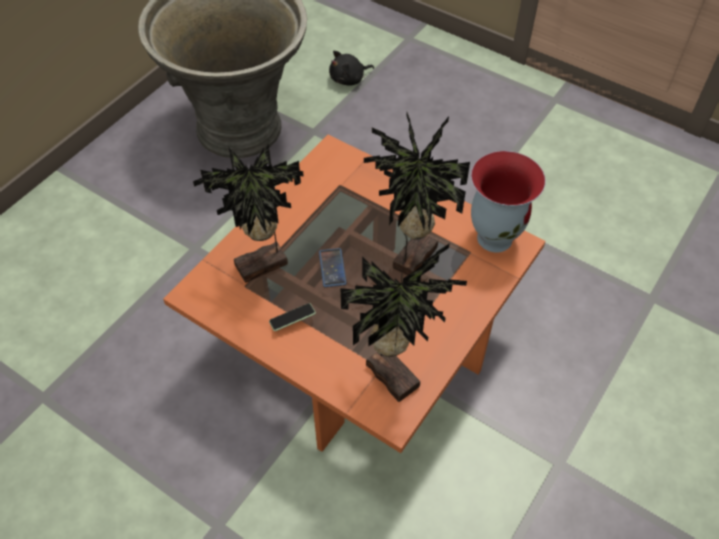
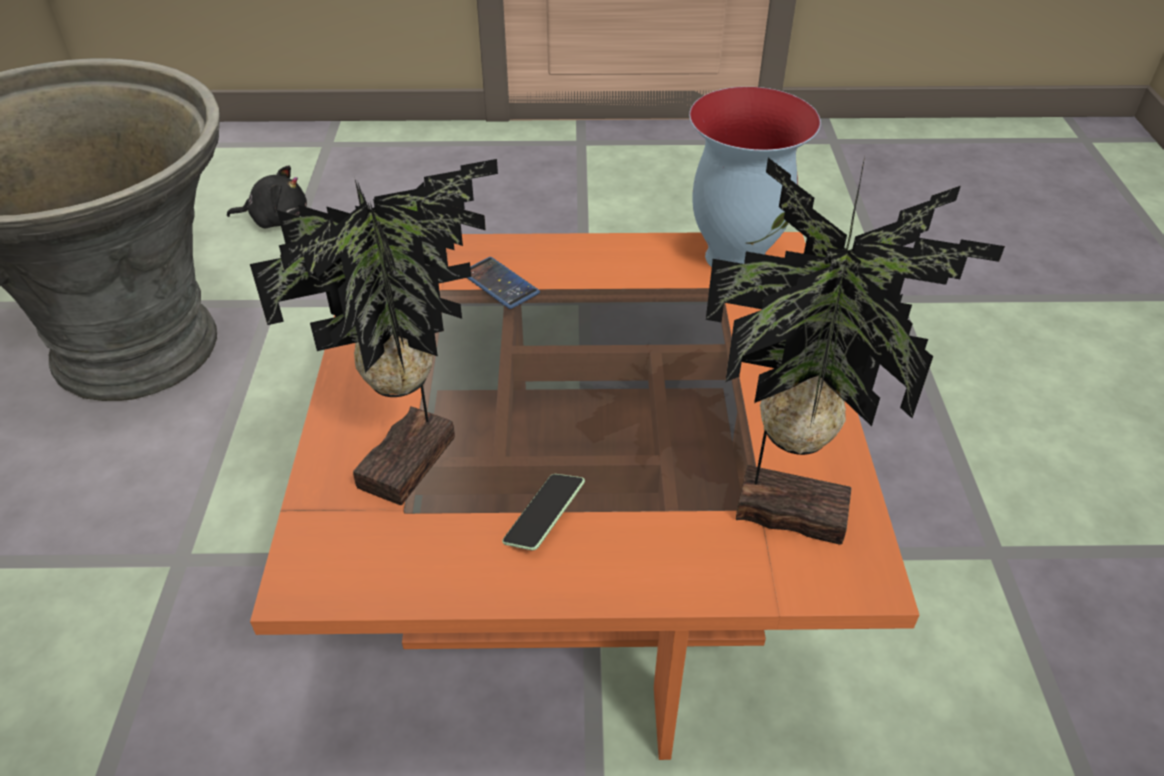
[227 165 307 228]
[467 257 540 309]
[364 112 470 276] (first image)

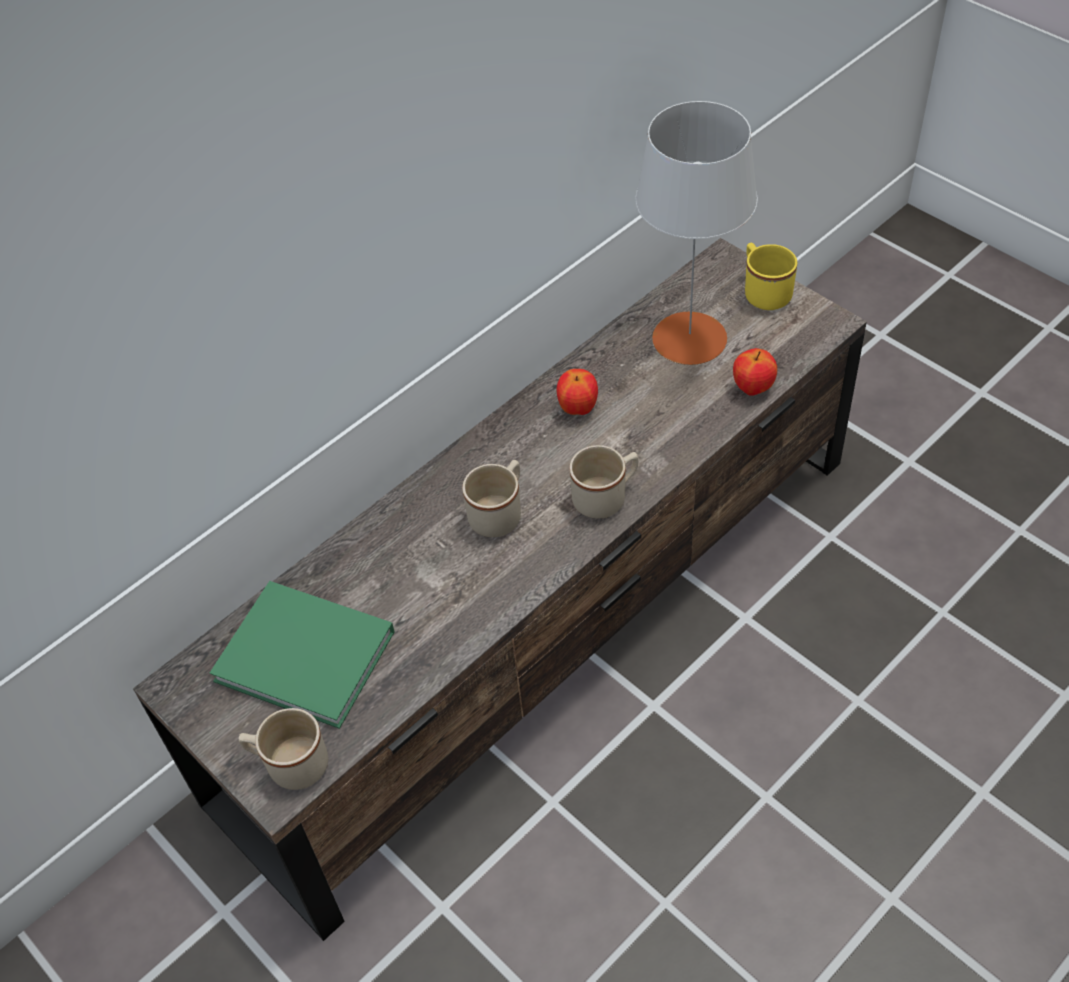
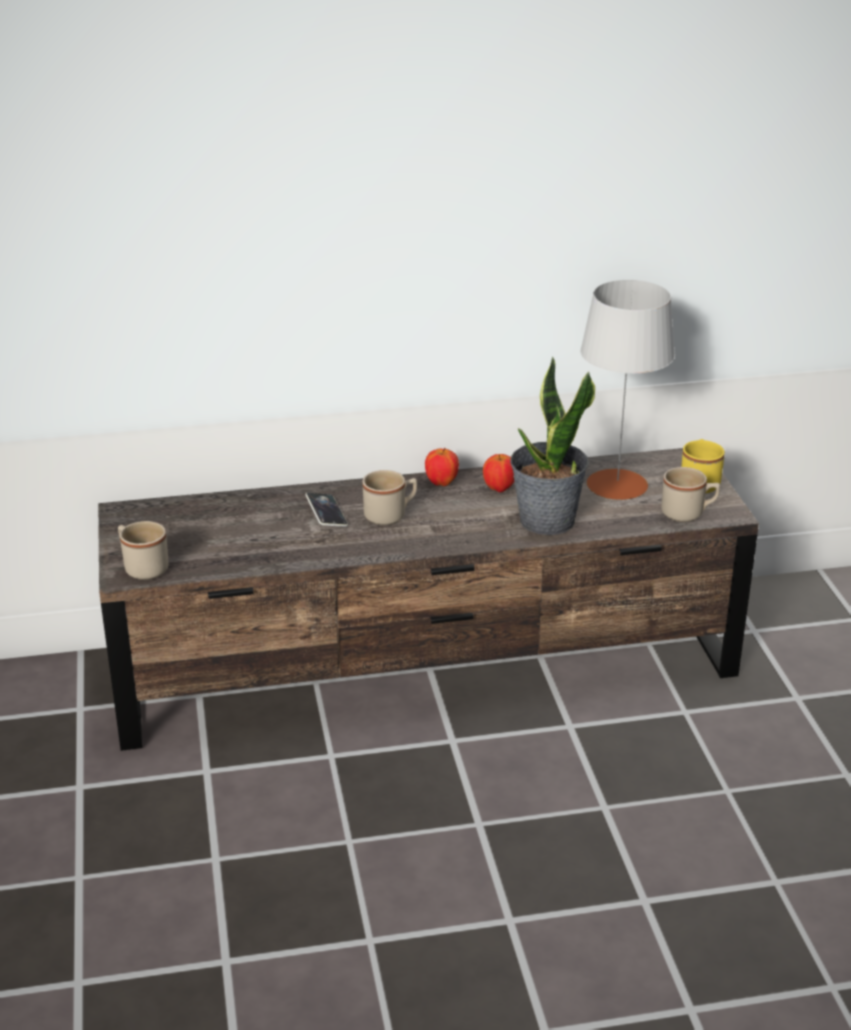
[305 493 348 527]
[425 448 459 486]
[510 356 595 535]
[661 467 720 522]
[210 581 395 729] (first image)

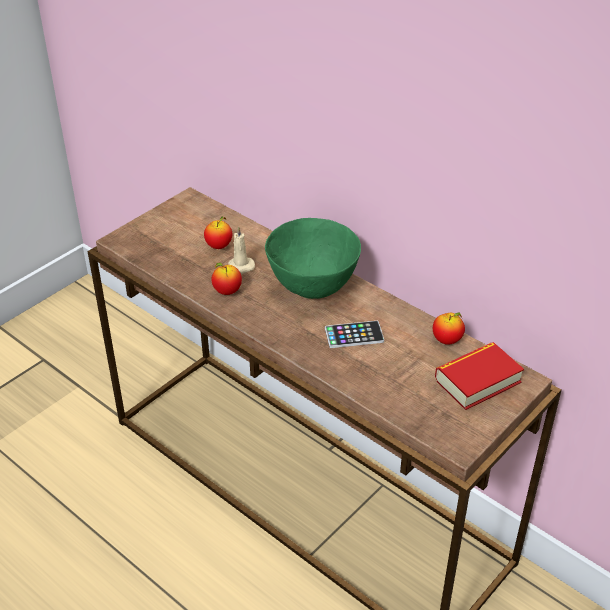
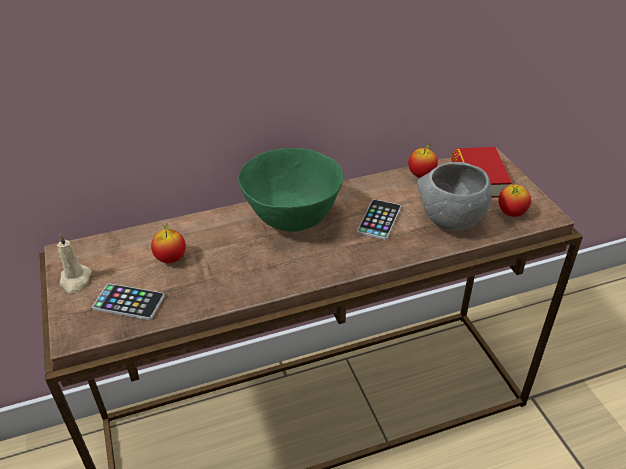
[57 234 92 293]
[92 283 165 320]
[417 162 492 231]
[498 184 531 217]

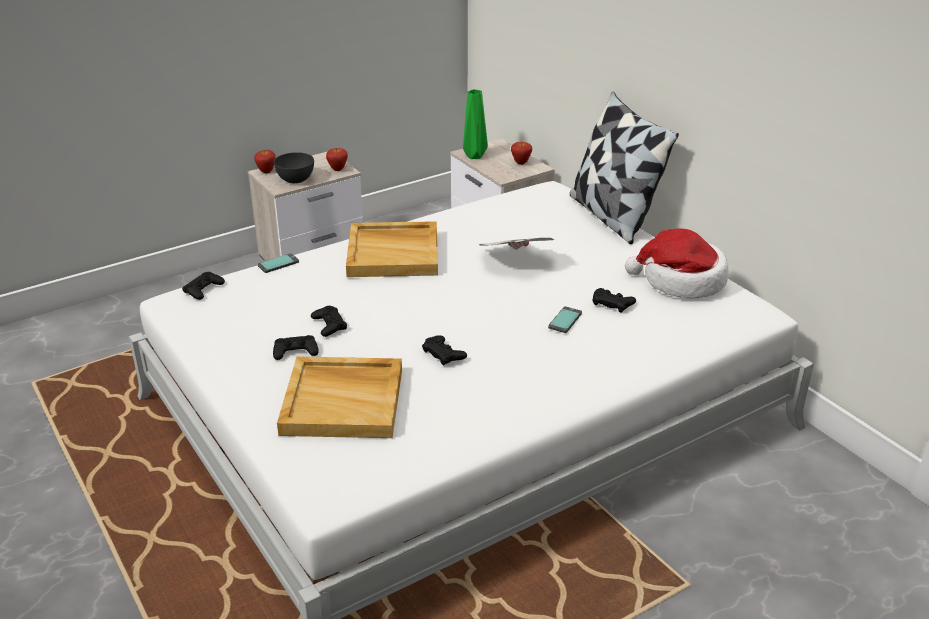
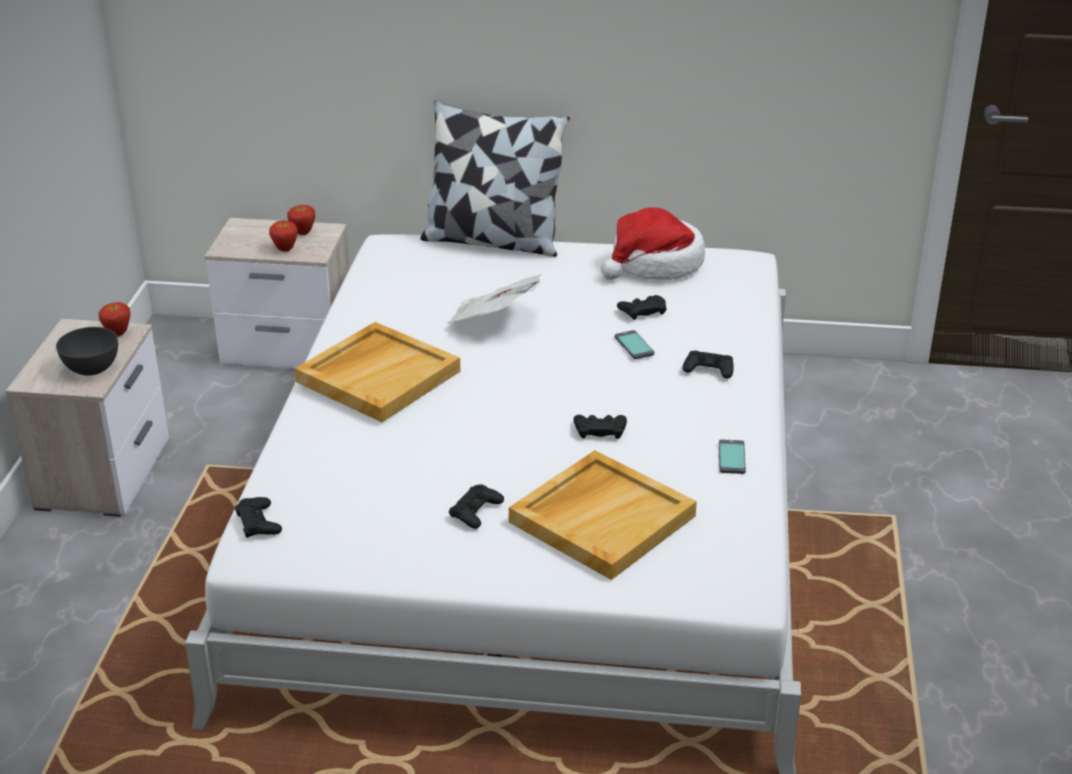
[269 221 298 252]
[682 351 733 378]
[719 439 746 474]
[463 89 488 159] (first image)

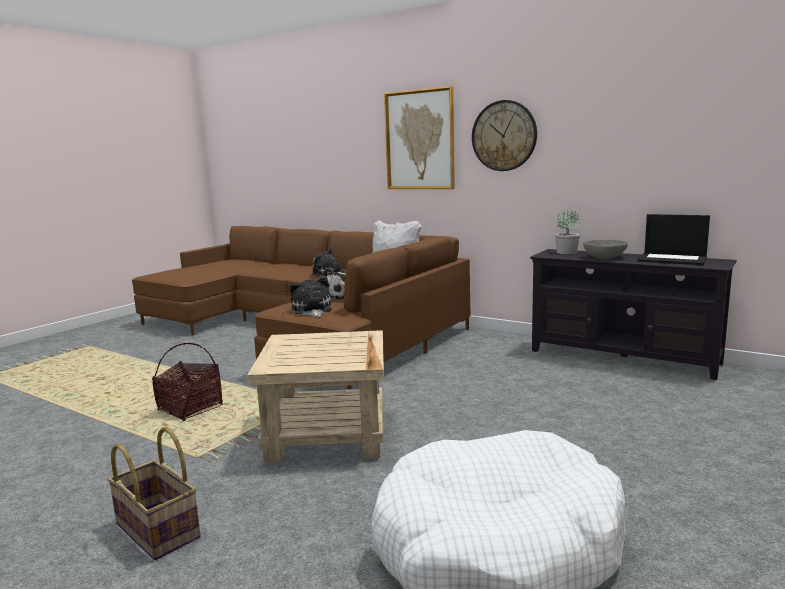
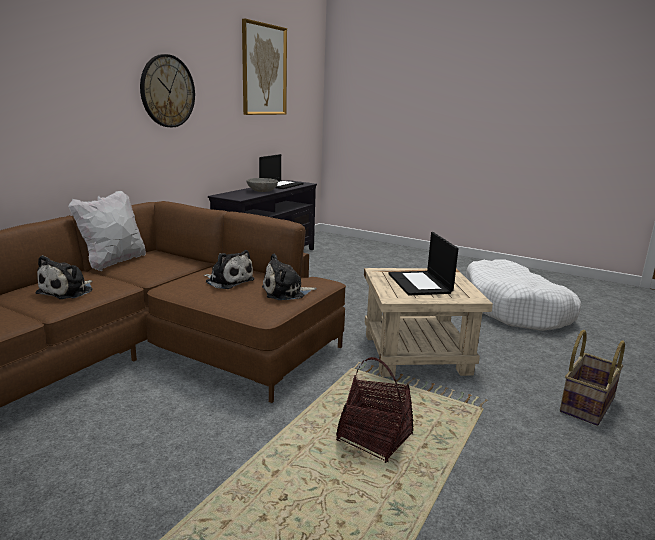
[242 19 287 115]
[388 232 458 295]
[555 210 580 254] (first image)

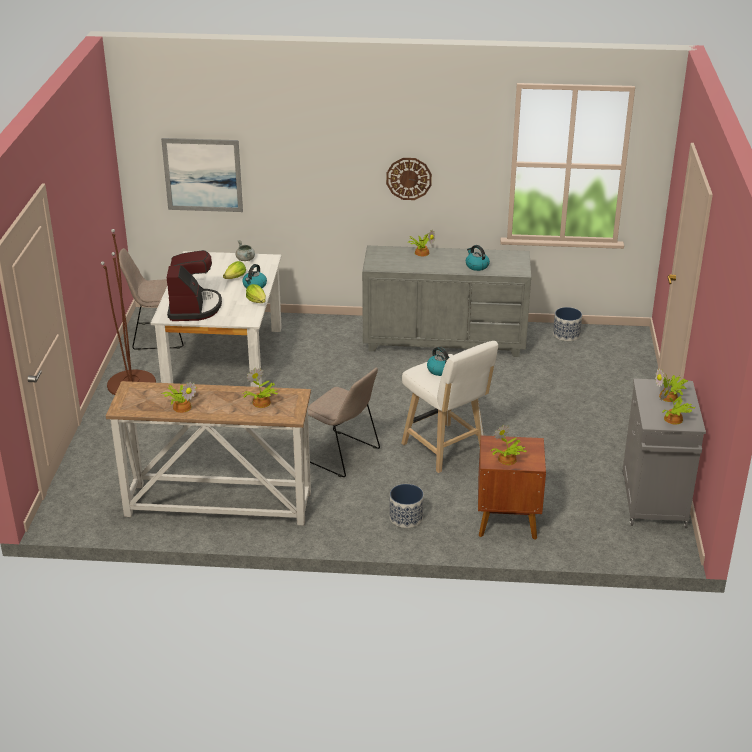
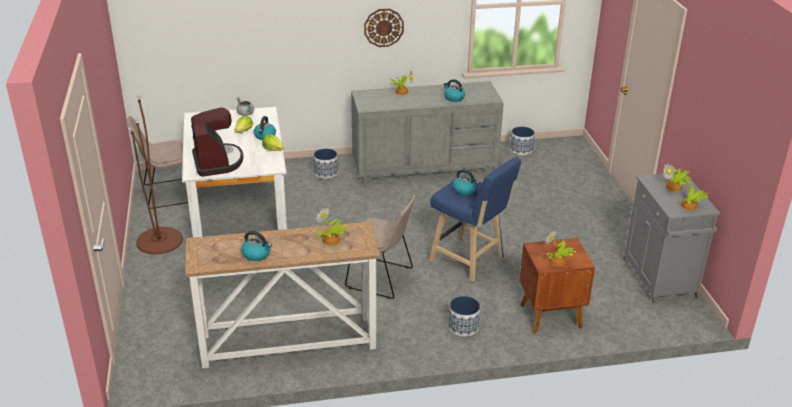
[241 231 272 261]
[313 148 338 179]
[429 157 521 282]
[161 138 243 212] (first image)

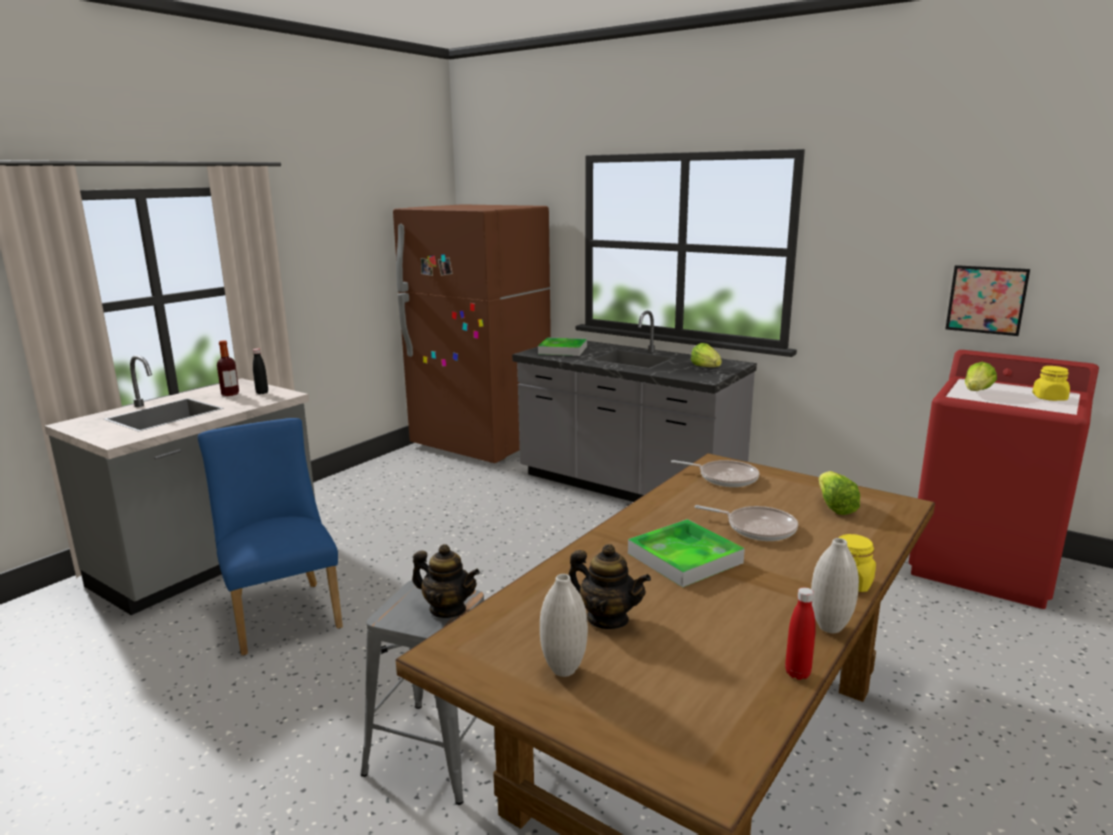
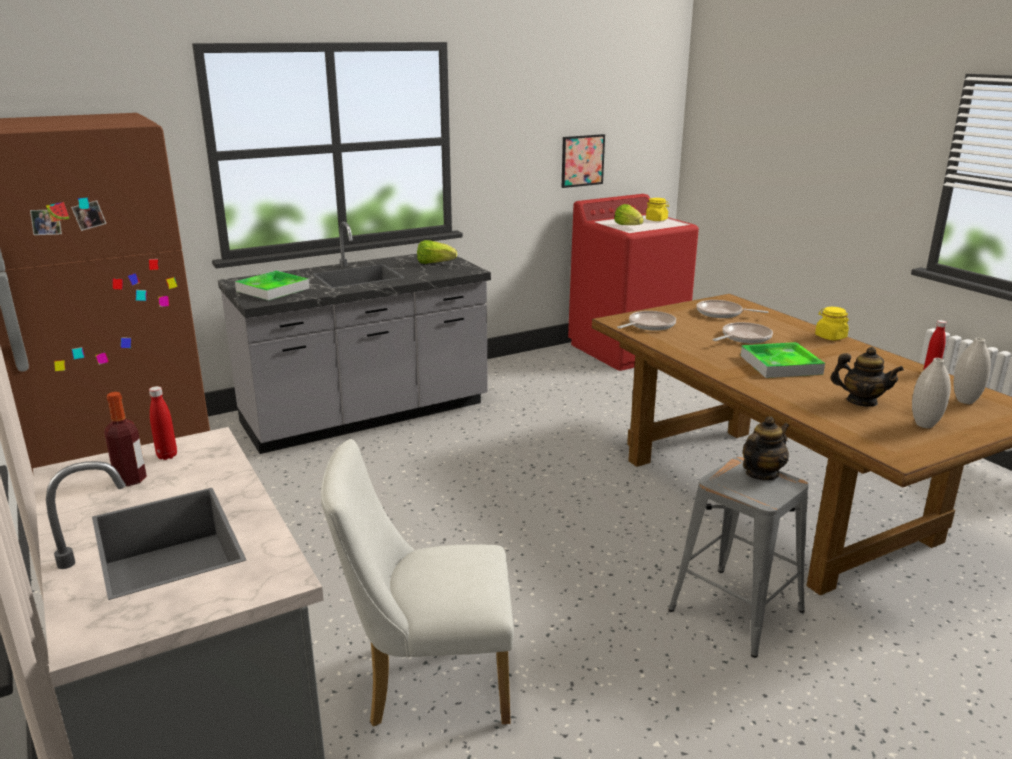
[149 386 177 460]
[321 439 514 726]
[696 300 768 318]
[830 347 904 407]
[953 338 991 404]

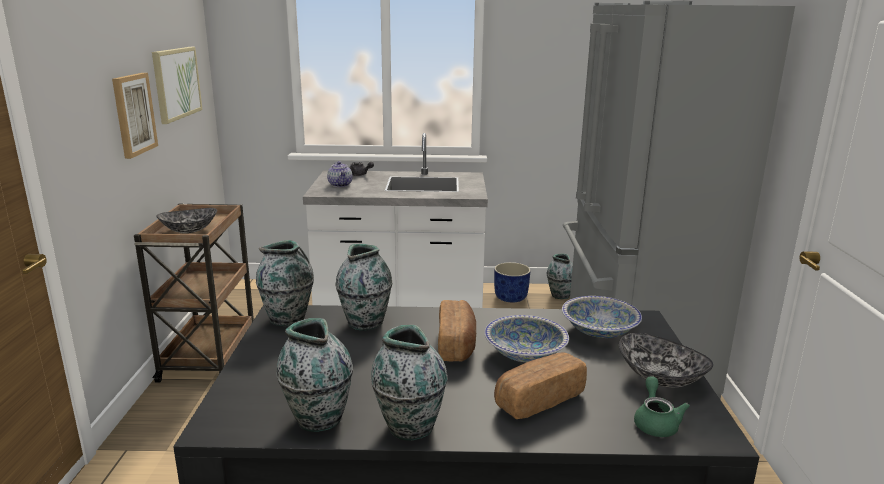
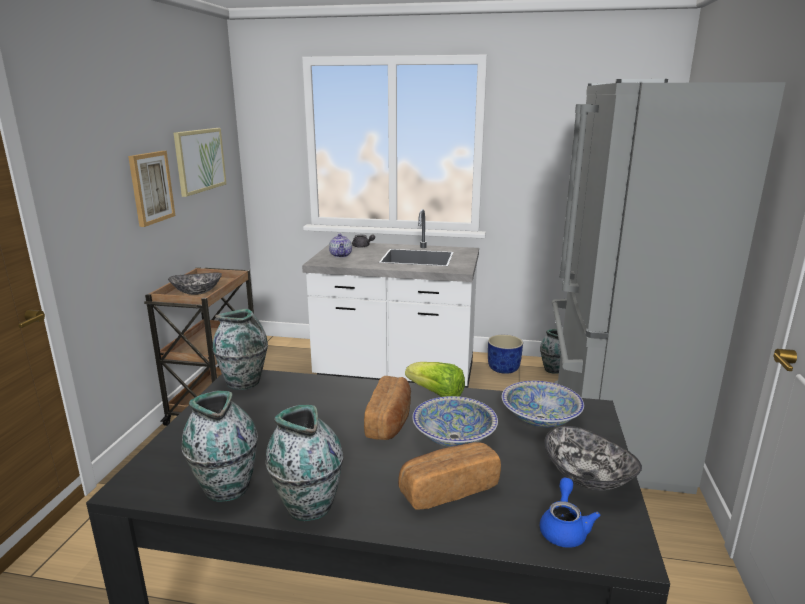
[405 362 465 397]
[540 478 601 548]
[335 244 392 331] (first image)

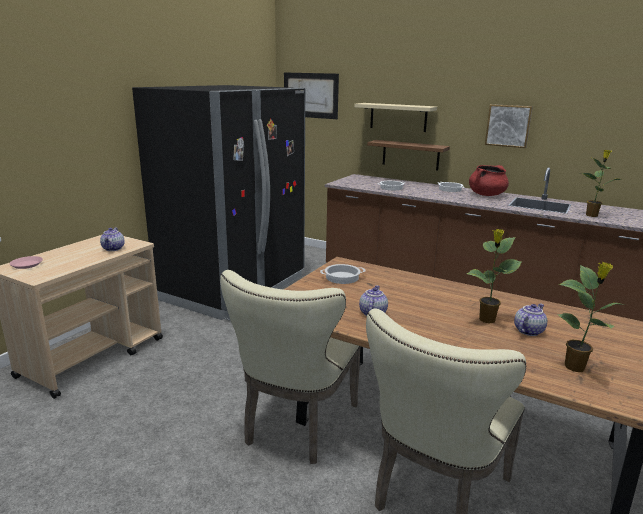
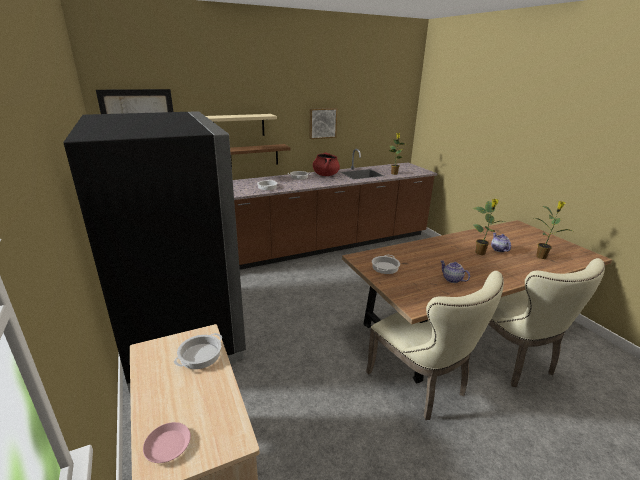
[174 333 222 369]

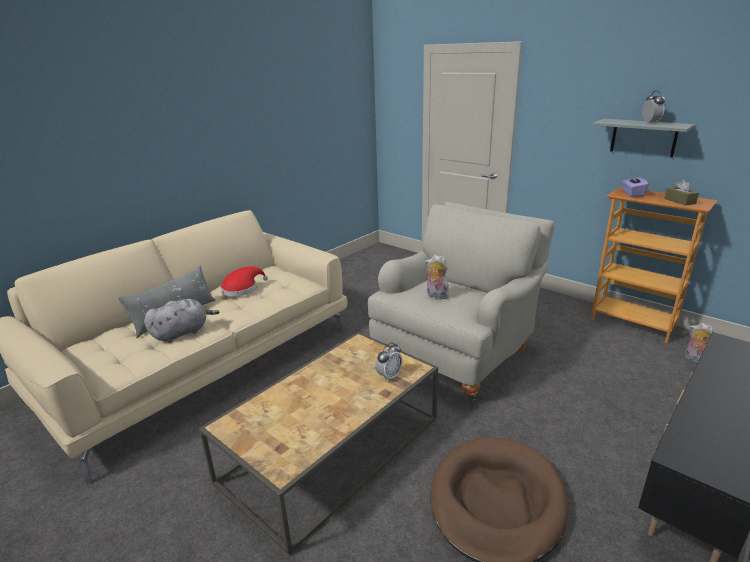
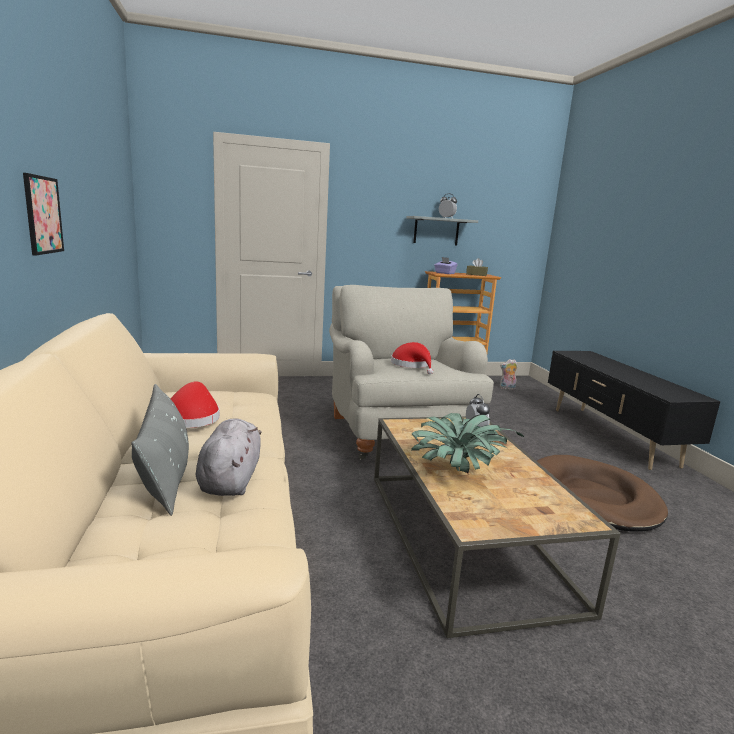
[23 173 64 256]
[391 342 433 374]
[411 413 524 473]

